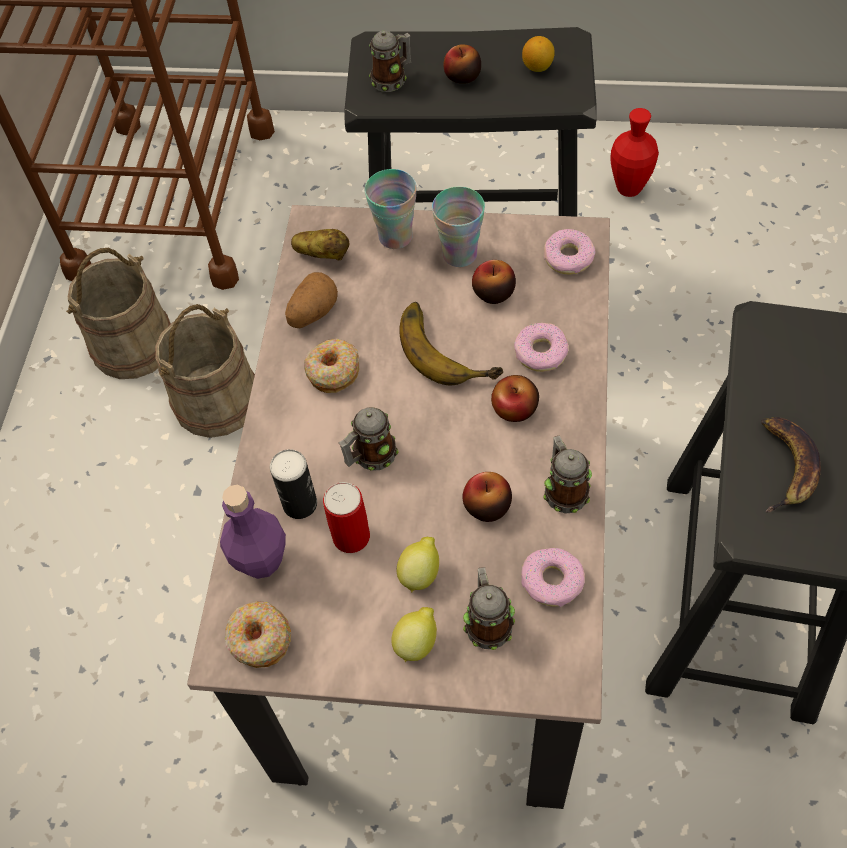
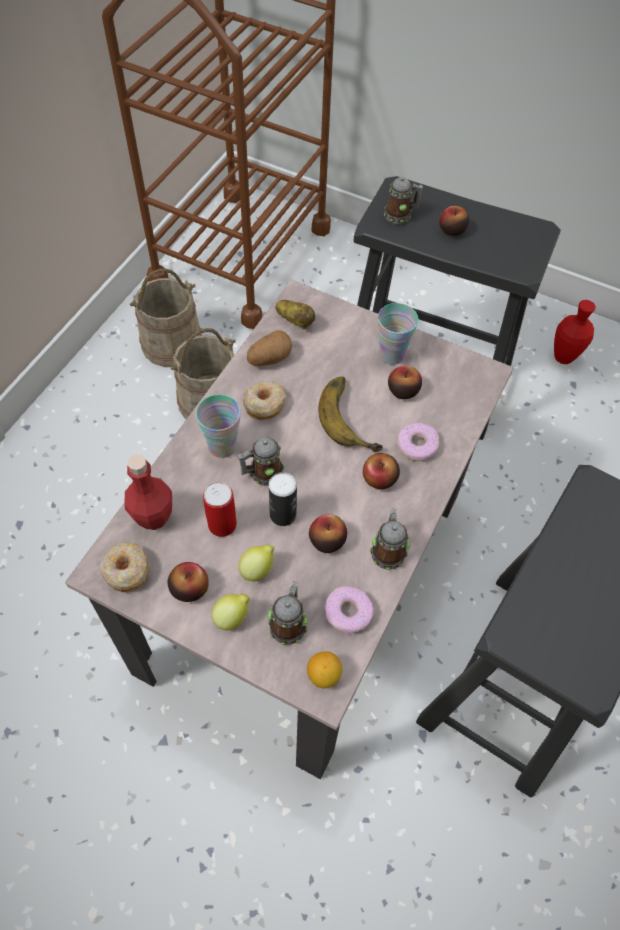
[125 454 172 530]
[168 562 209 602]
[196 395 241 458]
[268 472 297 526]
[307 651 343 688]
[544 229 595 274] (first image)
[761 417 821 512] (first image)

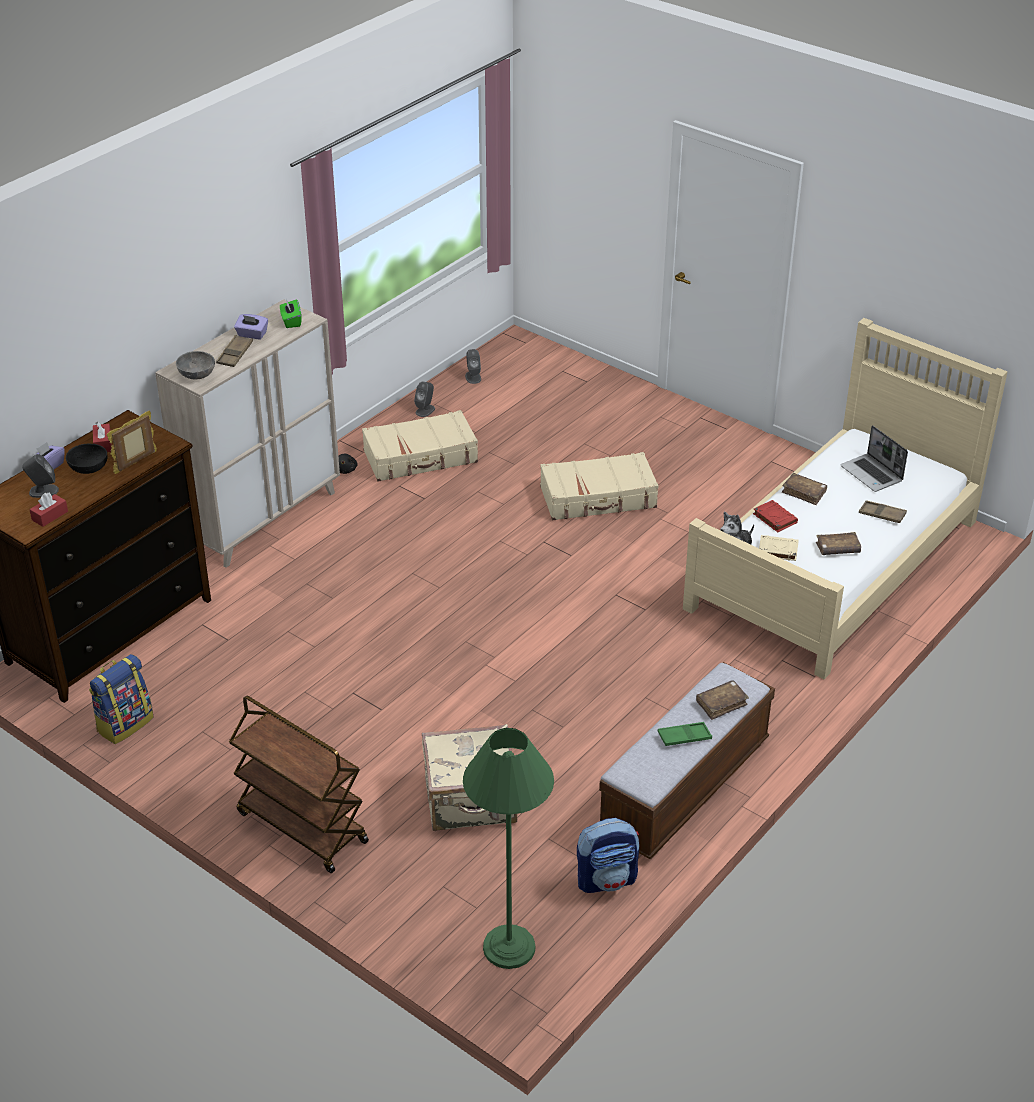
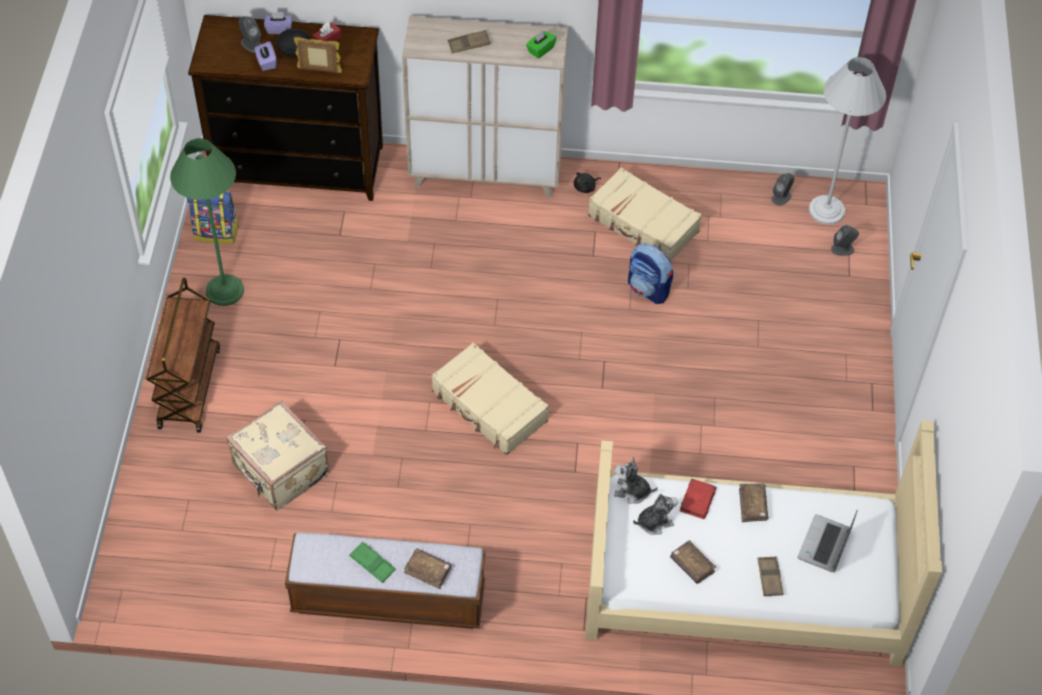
[170 138 244 306]
[254 41 277 71]
[431 343 549 455]
[628 243 673 304]
[633 493 678 535]
[809 57 886 225]
[831 225 859 256]
[29 492 68 527] (first image)
[176 351 215 380] (first image)

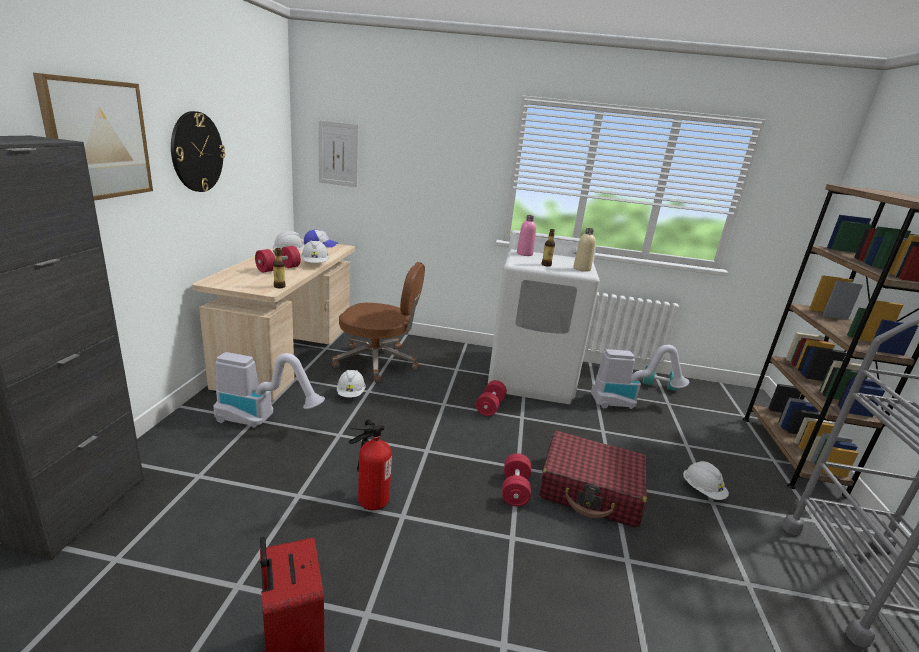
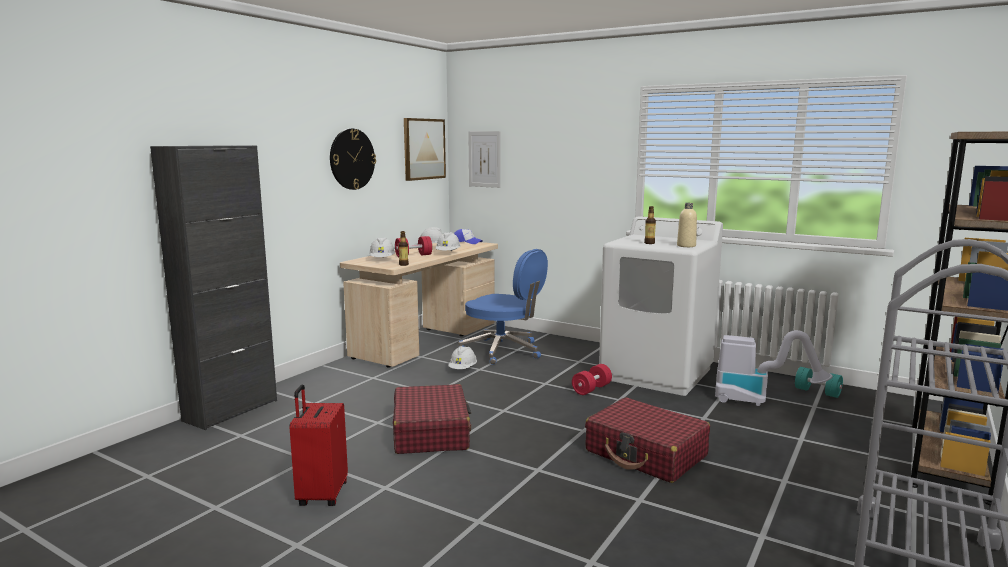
[369 238 395 257]
[393 384 471 454]
[404 118 446 181]
[458 249 548 365]
[213 352 325 428] (first image)
[502 453 531 507] (first image)
[517 215 536 256] (first image)

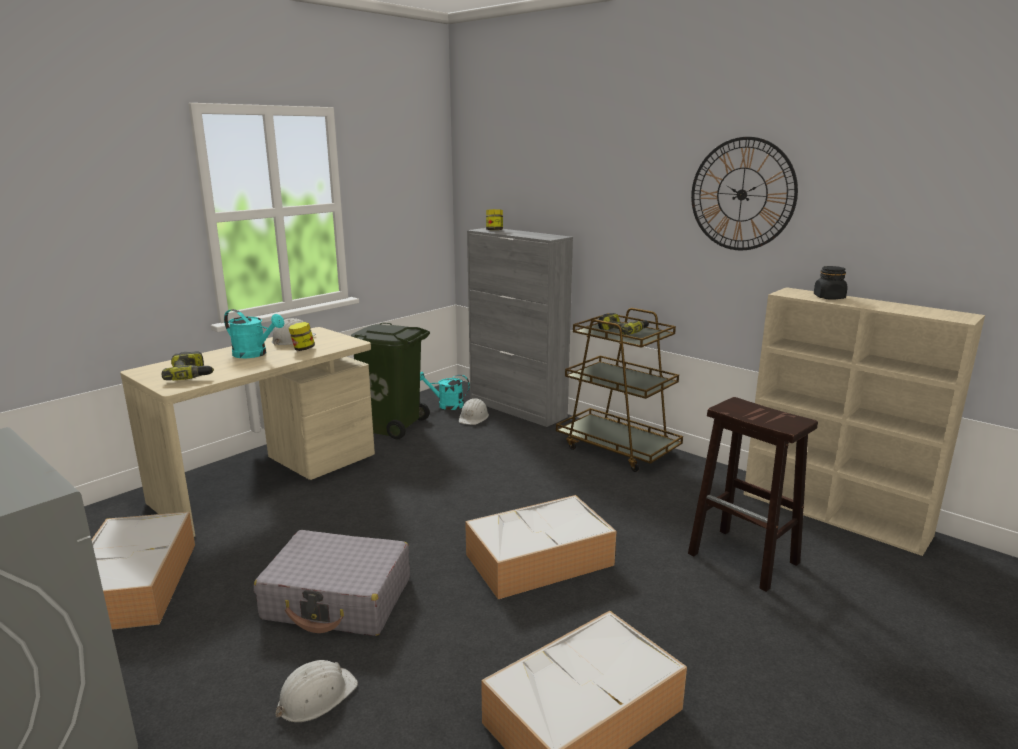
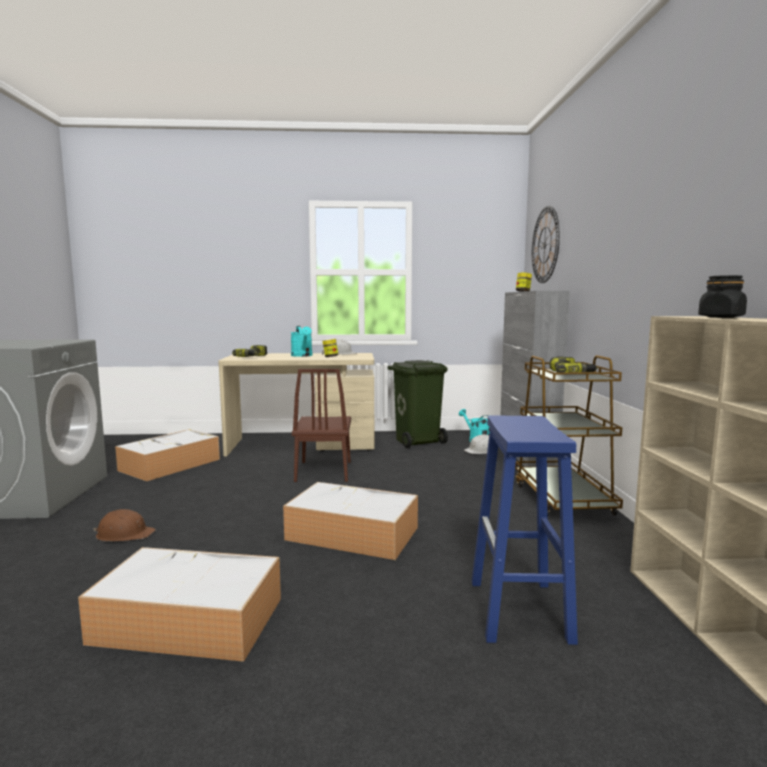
[93 509 156 541]
[292 369 351 482]
[472 416 578 645]
[532 206 560 283]
[254 530 410 636] (first image)

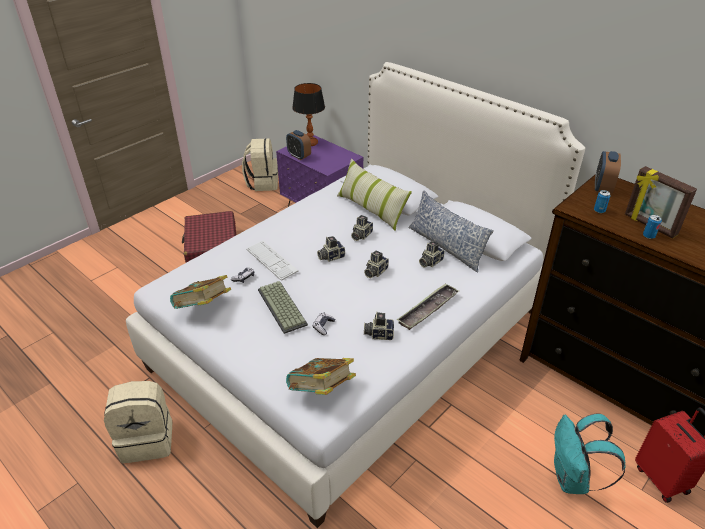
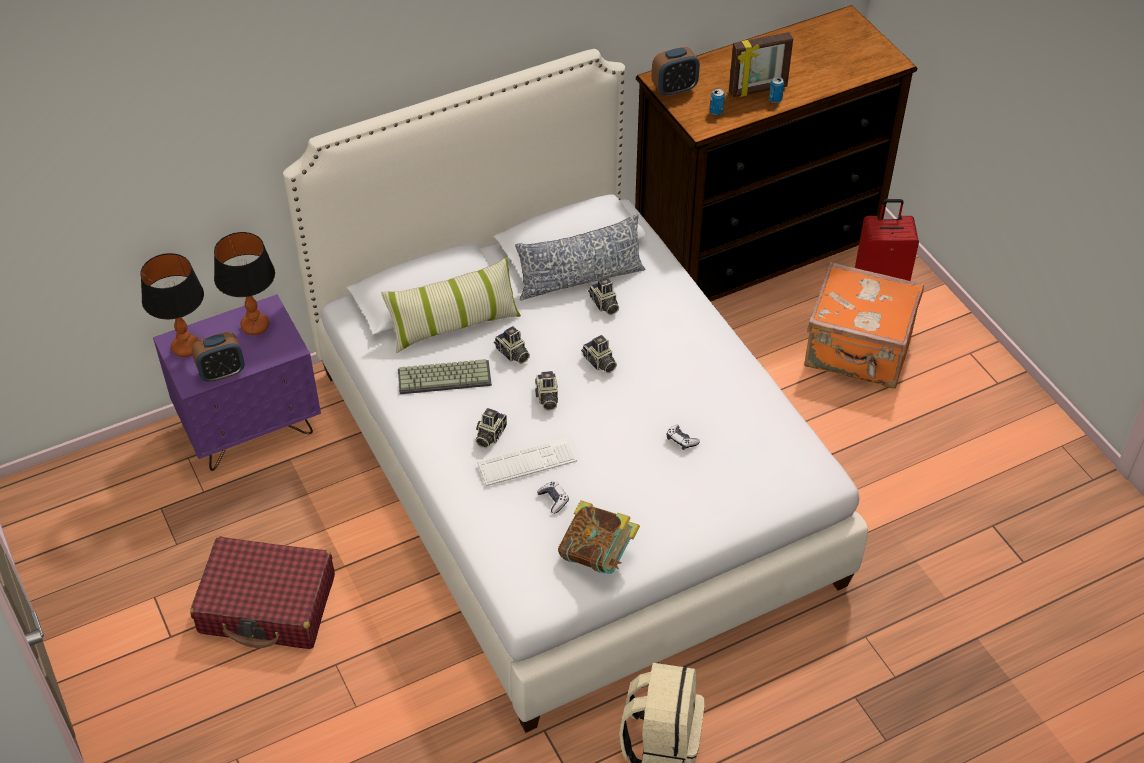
[214 232 275 335]
[398 359 492 394]
[475 408 507 448]
[651 47 700 97]
[804 262 924 389]
[242 138 278 191] (first image)
[286 358 356 395] (first image)
[397 283 459 330] (first image)

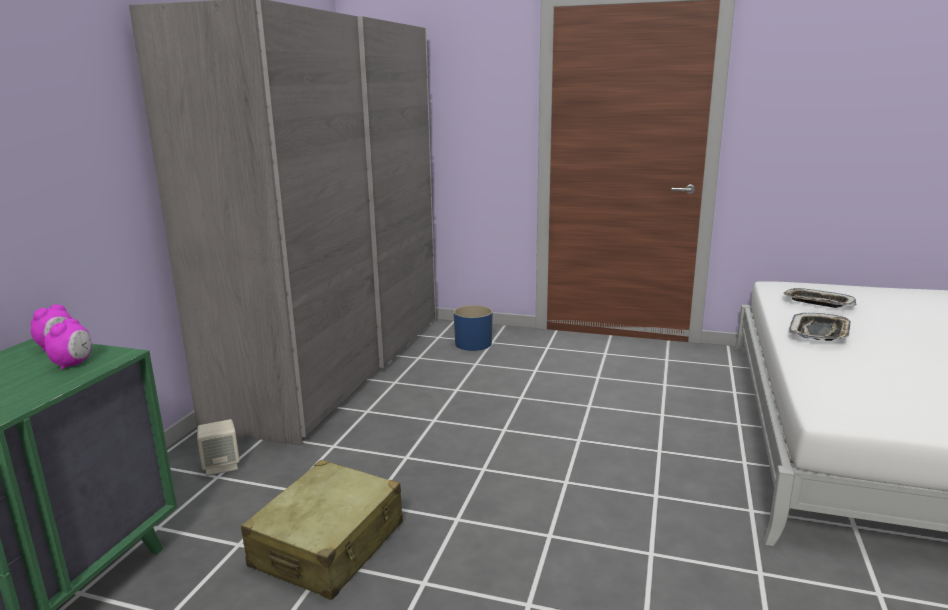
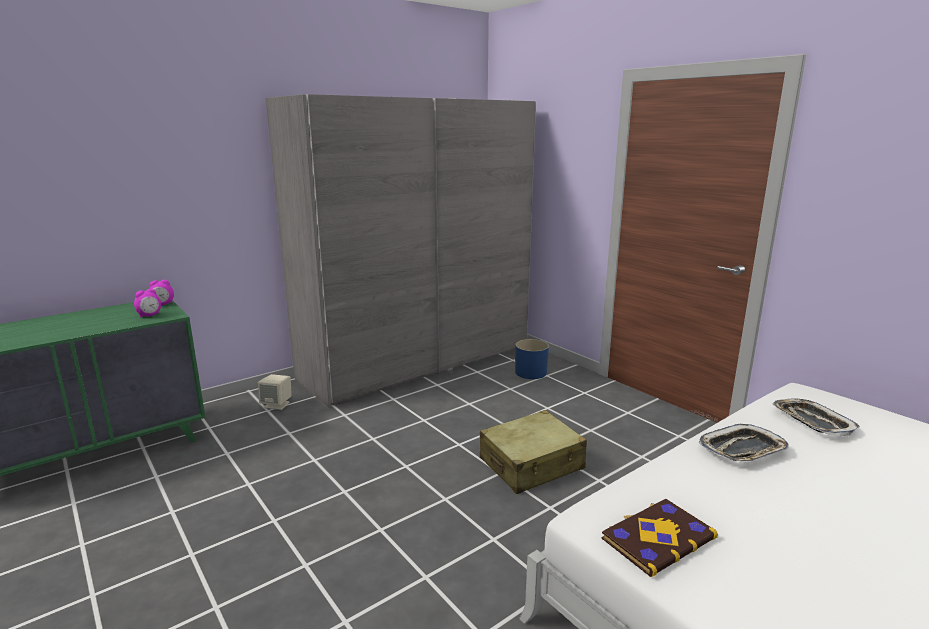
[480 410 587 494]
[602 499 718 577]

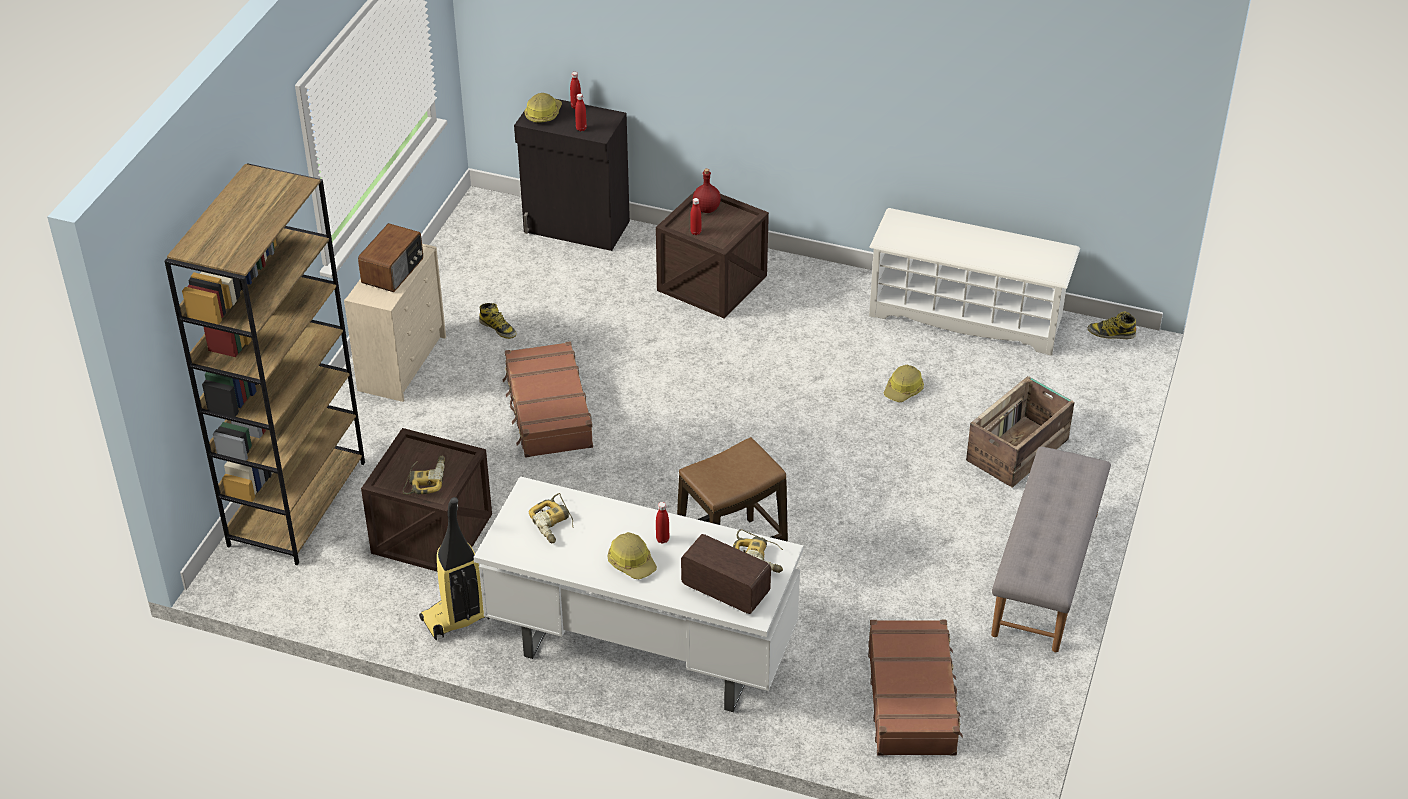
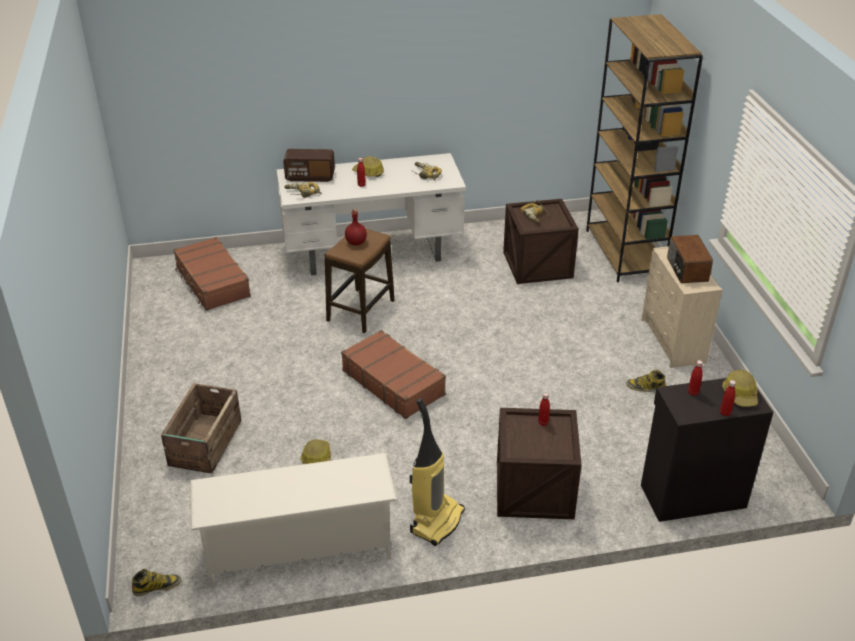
[341 330 446 419]
[345 209 367 245]
[410 398 465 546]
[991 446 1111 652] (first image)

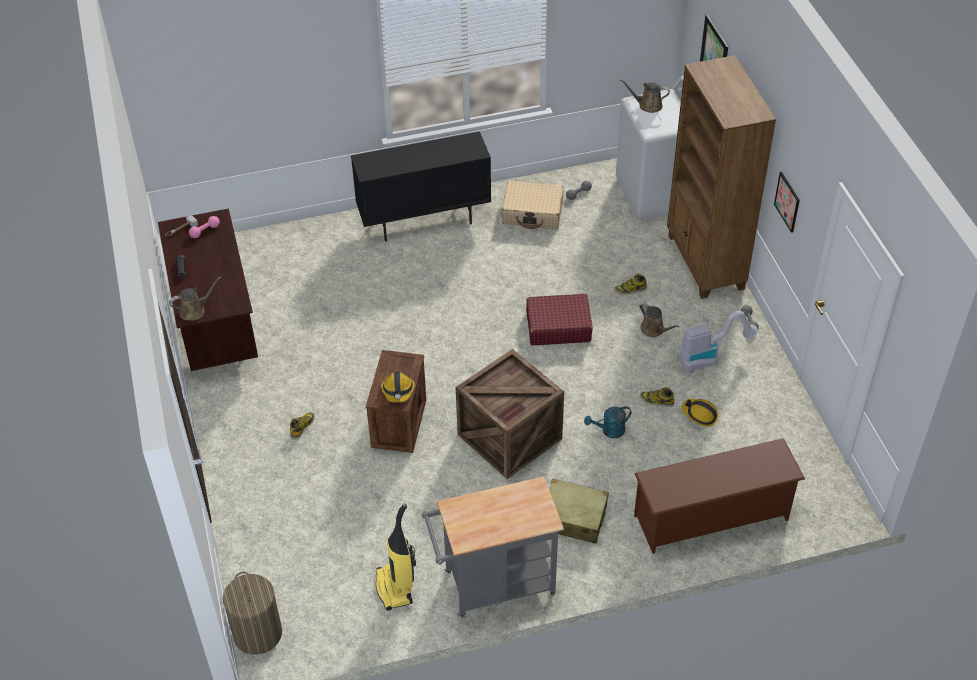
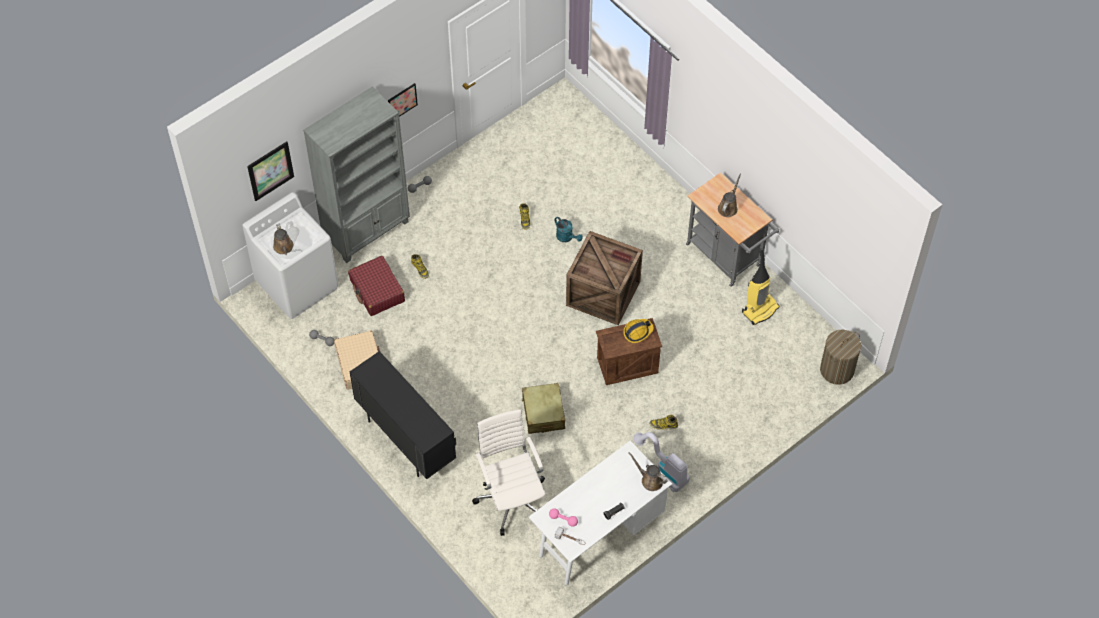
[303 86 410 263]
[348 256 405 316]
[472 409 545 536]
[522 383 565 434]
[528 441 672 585]
[633 432 689 492]
[718 174 741 217]
[634 438 805 554] (first image)
[681 399 718 427] (first image)

